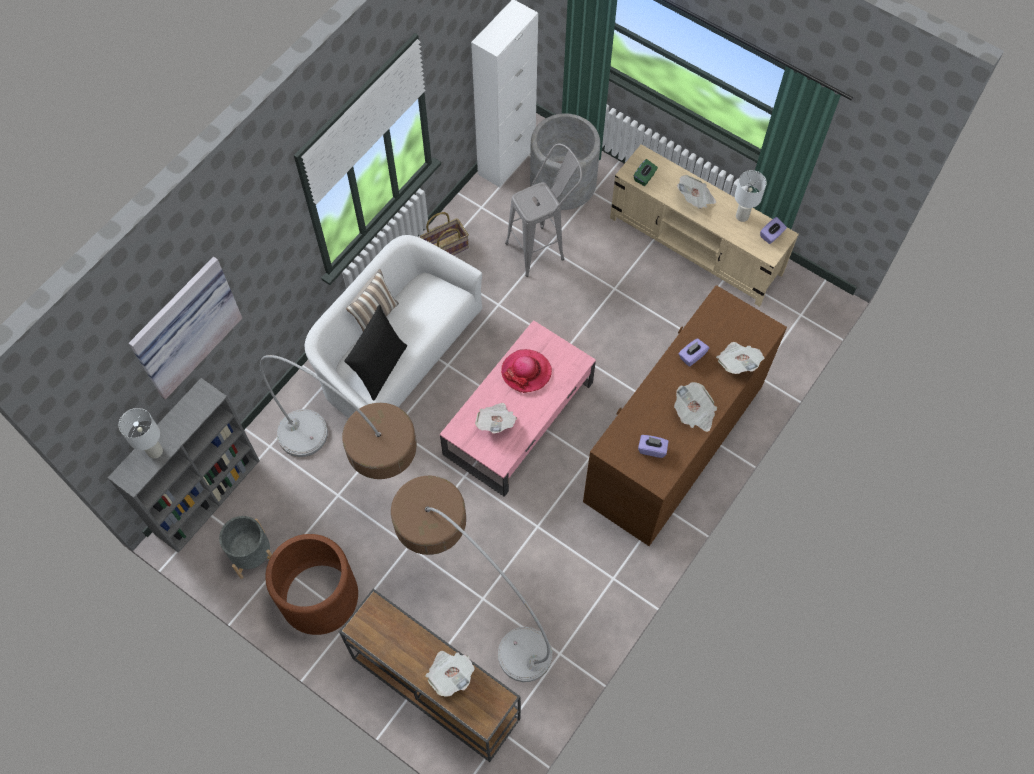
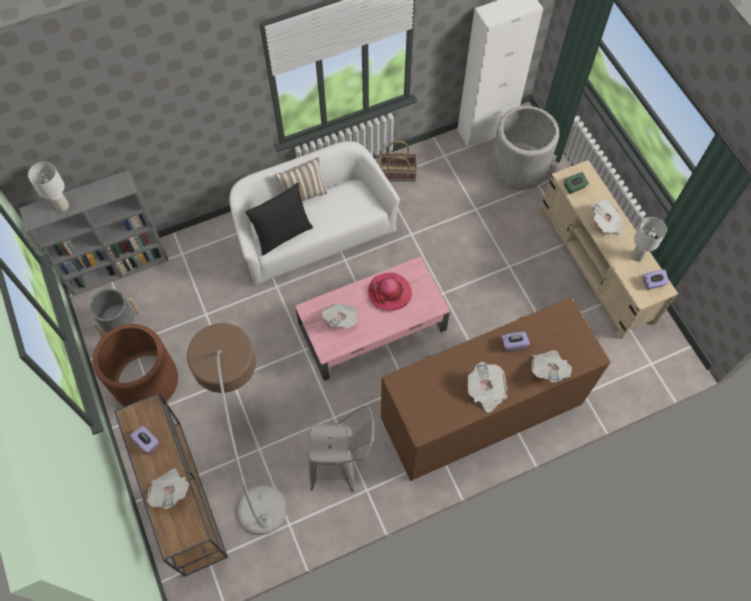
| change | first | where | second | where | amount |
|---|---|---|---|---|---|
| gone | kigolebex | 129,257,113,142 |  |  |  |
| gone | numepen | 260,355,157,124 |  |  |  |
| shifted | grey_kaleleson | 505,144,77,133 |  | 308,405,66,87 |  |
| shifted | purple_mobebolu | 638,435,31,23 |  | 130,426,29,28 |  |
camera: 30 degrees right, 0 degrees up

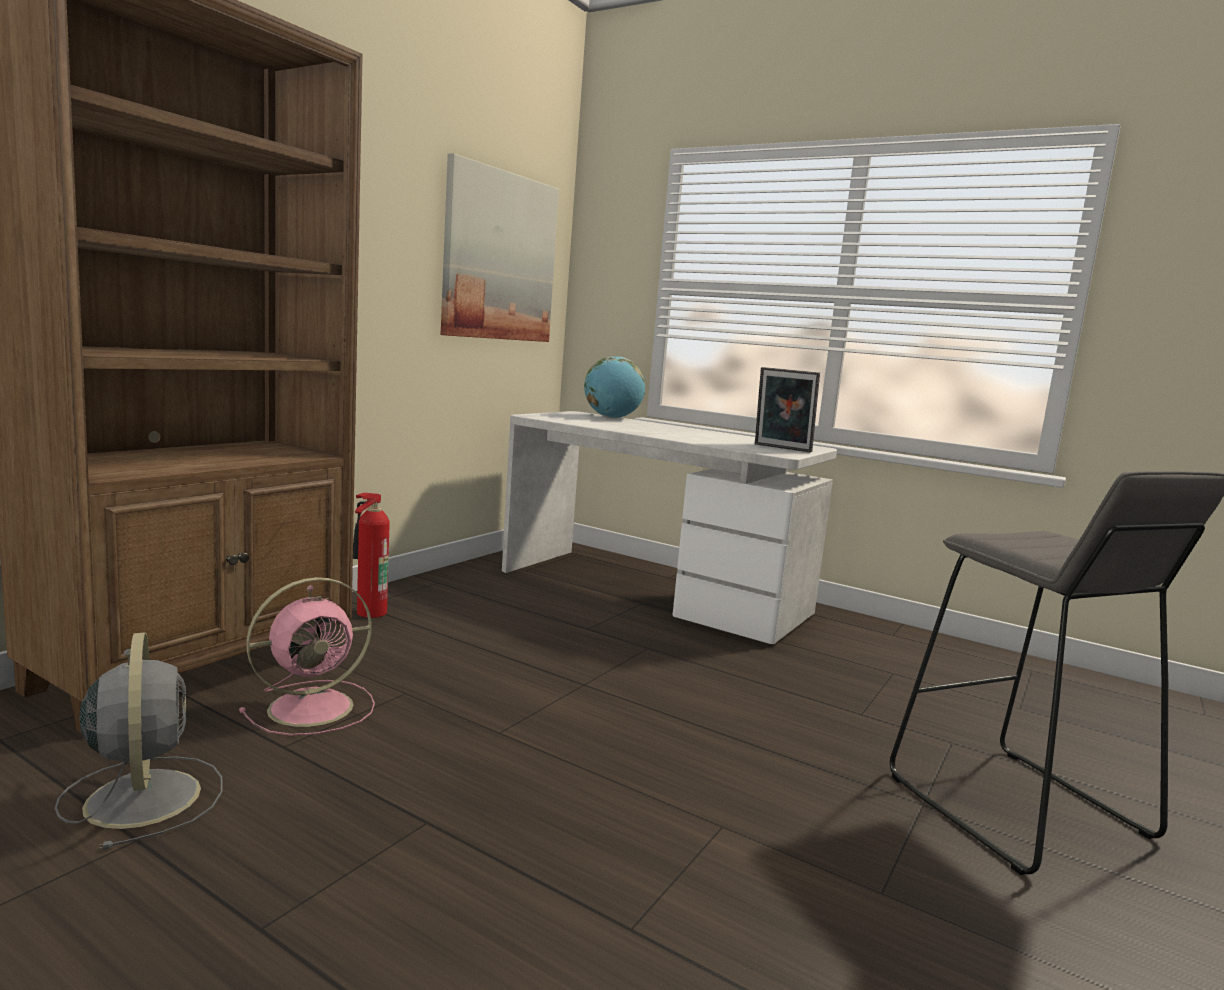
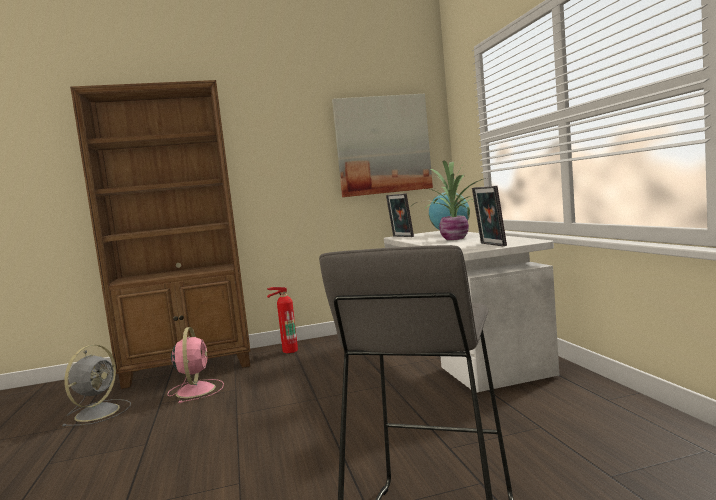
| change | first | where | second | where | amount |
|---|---|---|---|---|---|
| rotated | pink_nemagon | 239,577,136,159 |  | 167,327,57,76 | 105 degrees counterclockwise |
| new |  |  | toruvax | 386,193,28,44 |  |
| new |  |  | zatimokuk | 412,160,74,80 |  |
camera: 45 degrees right, 5 degrees down

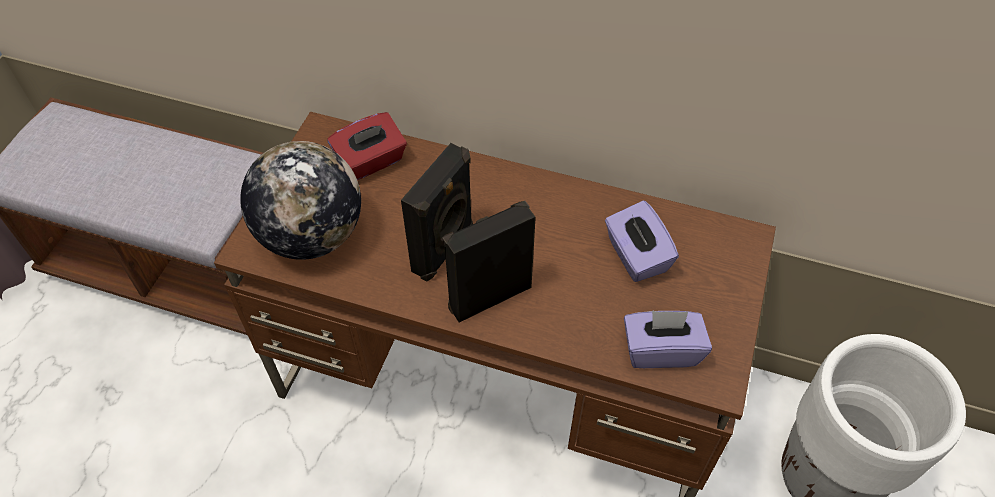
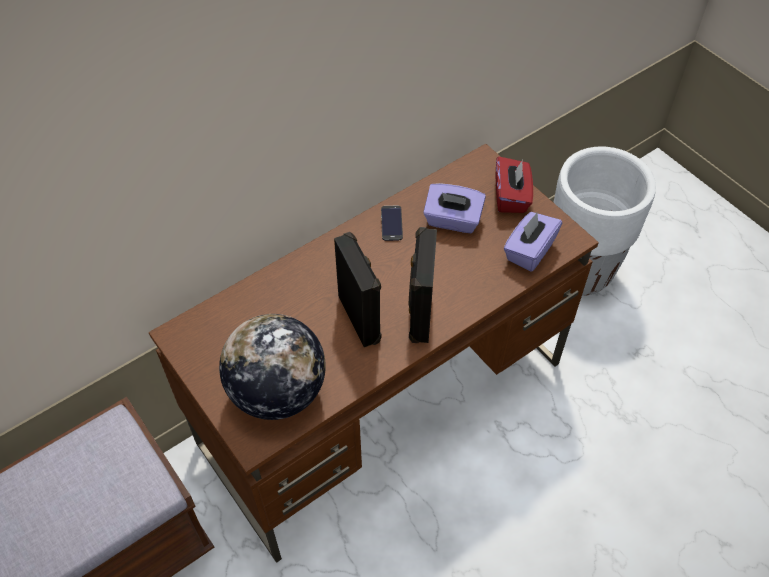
| change | first | where | second | where | amount |
|---|---|---|---|---|---|
| shifted | red_mobebolu | 328,112,79,68 |  | 496,157,37,56 |  |
| new |  |  | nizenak | 381,206,22,35 |  |
camera: 55 degrees left, 0 degrees up

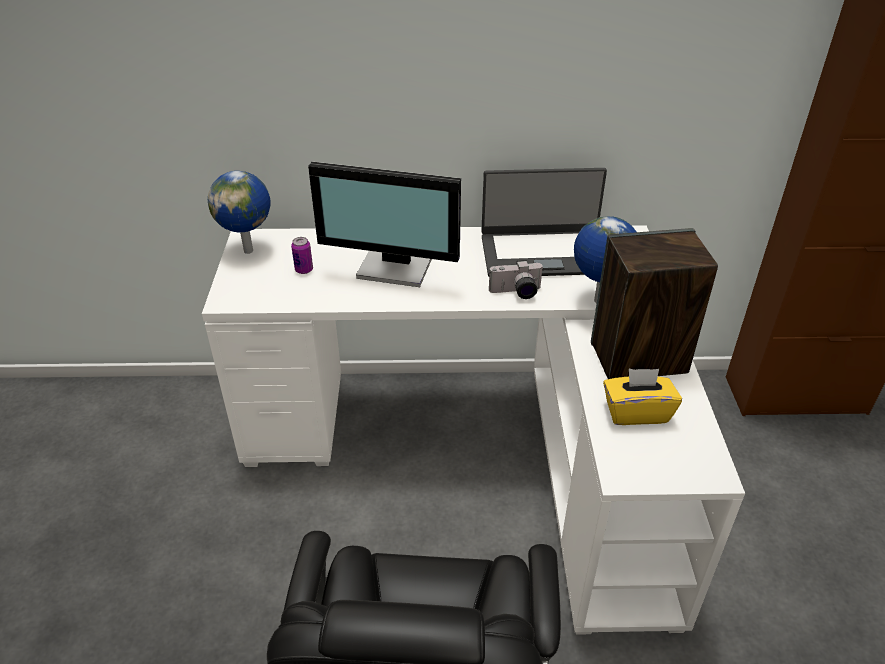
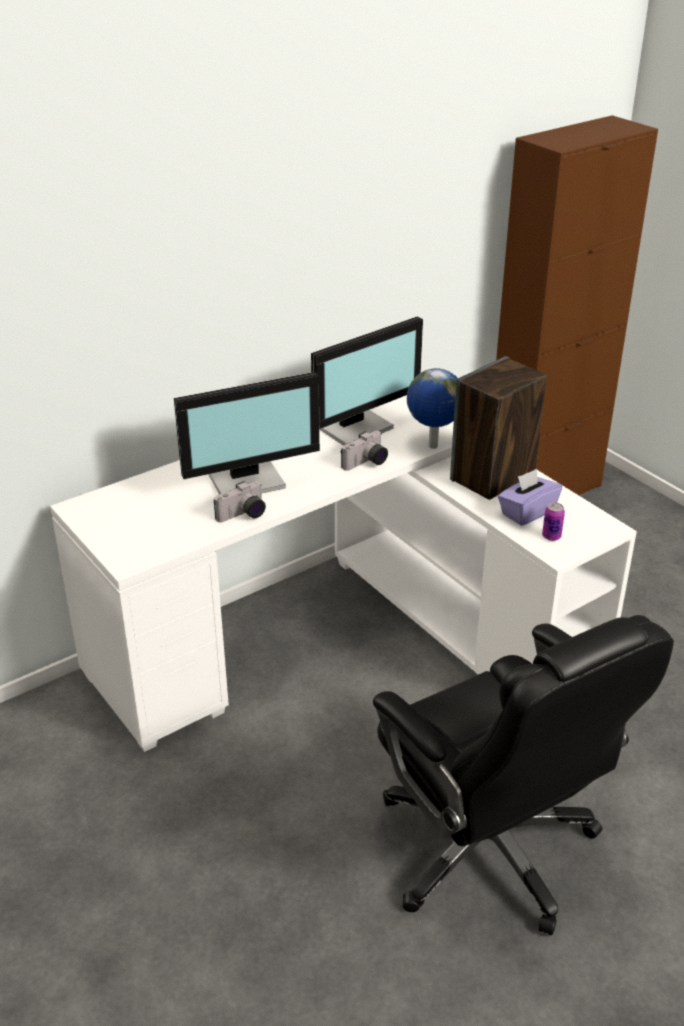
| change | first | where | second | where | amount |
|---|---|---|---|---|---|
| gone | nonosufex | 208,171,63,83 |  |  |  |
| shifted | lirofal | 291,237,22,37 |  | 542,502,23,39 |  |
| swapped | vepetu | 481,168,126,109 | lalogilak | 311,316,112,130 |  |
| repainted | yellow_mobebolu | 603,369,79,56 | purple_mobebolu | 498,469,64,57 |  |
| new |  |  | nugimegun | 214,481,52,41 |  |
camera: 35 degrees left, 5 degrees down

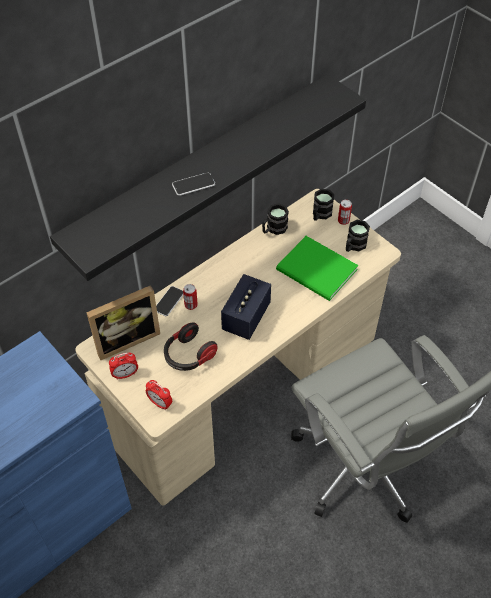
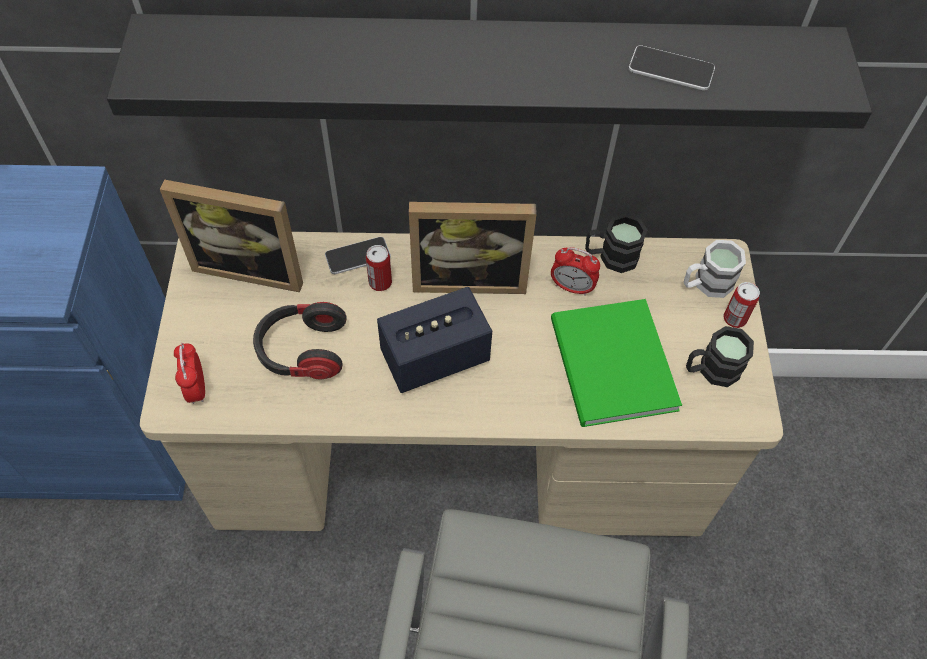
| change | first | where | second | where | amount |
|---|---|---|---|---|---|
| shifted | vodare | 109,352,29,28 |  | 551,247,49,49 |  |
| shifted | nizenak | 172,172,43,24 |  | 629,45,86,46 |  |
| repainted | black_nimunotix | 313,189,21,32 | white_nimunotix | 684,240,62,58 |  |
| new |  |  | toruvax | 409,202,128,92 |  |
camera: 40 degrees right, 5 degrees up

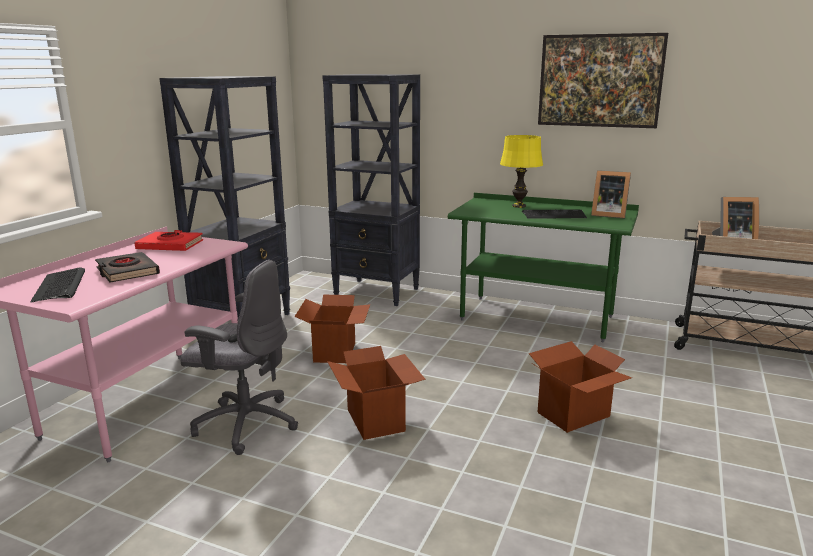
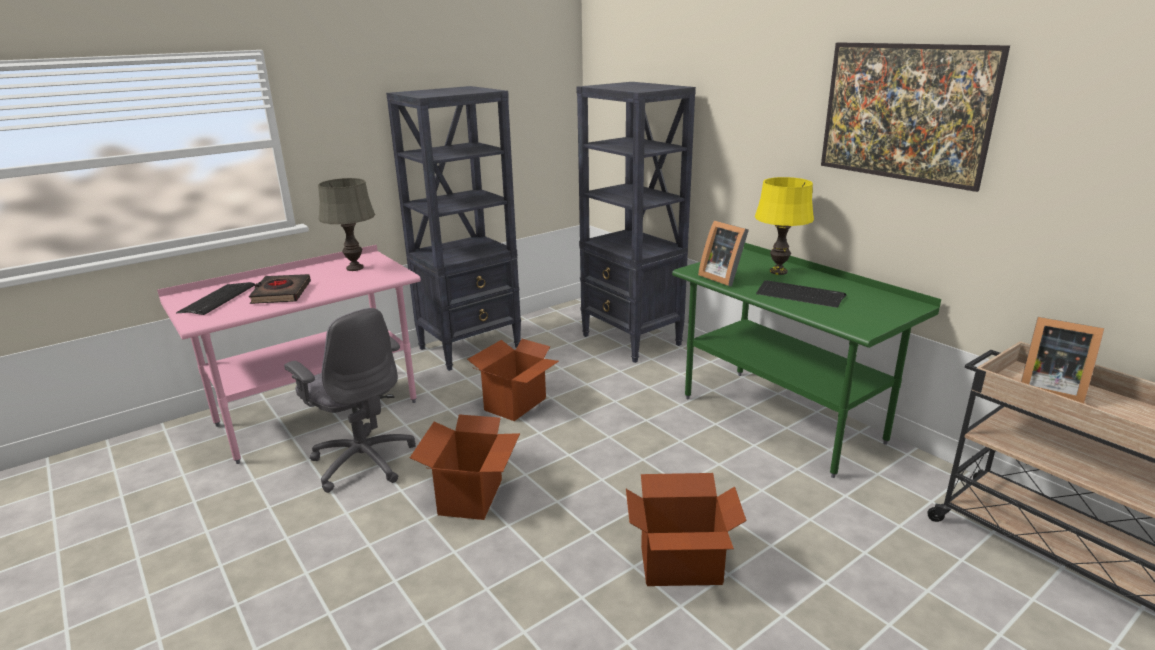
| change | first | where | second | where | amount |
|---|---|---|---|---|---|
| swapped | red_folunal | 134,230,69,21 | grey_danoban | 318,178,57,93 |  |
| shifted | toruvax | 591,170,40,49 |  | 698,220,51,66 |  |
camera: 30 degrees right, 5 degrees up

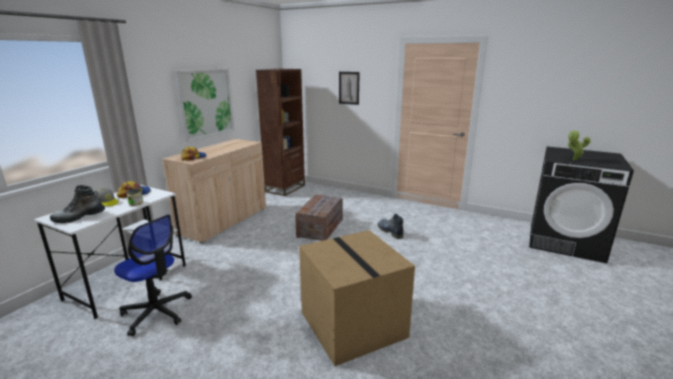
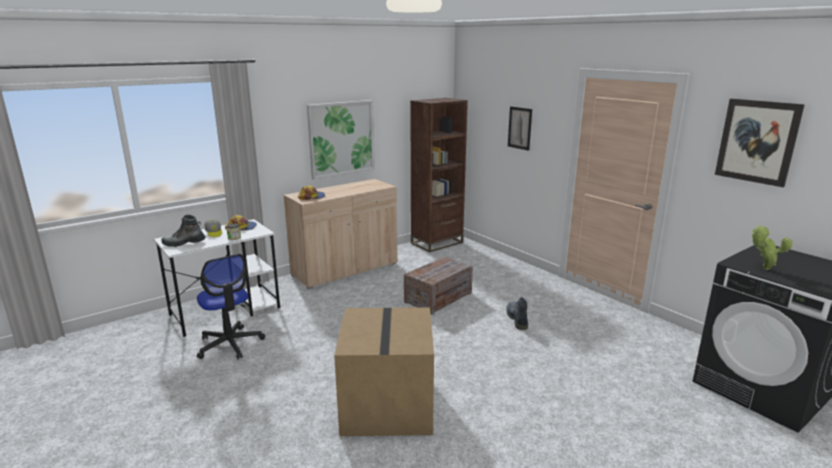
| change | first | where | second | where | amount |
|---|---|---|---|---|---|
| new |  |  | kigolebex | 715,99,90,88 |  |
camera: 25 degrees right, 0 degrees up

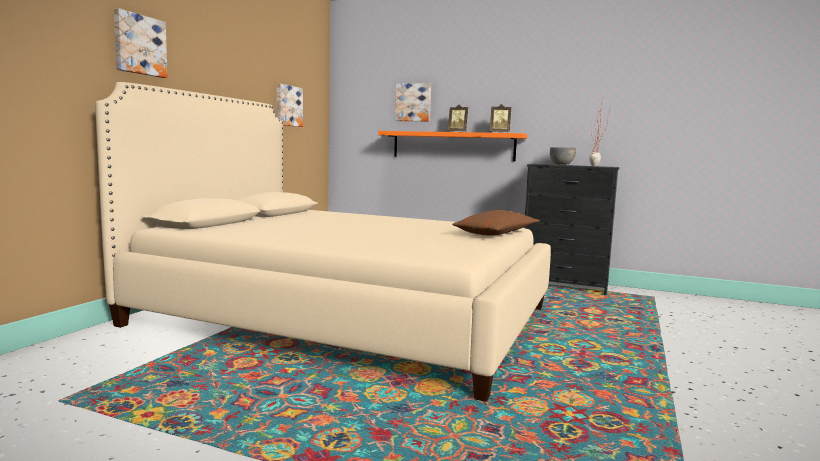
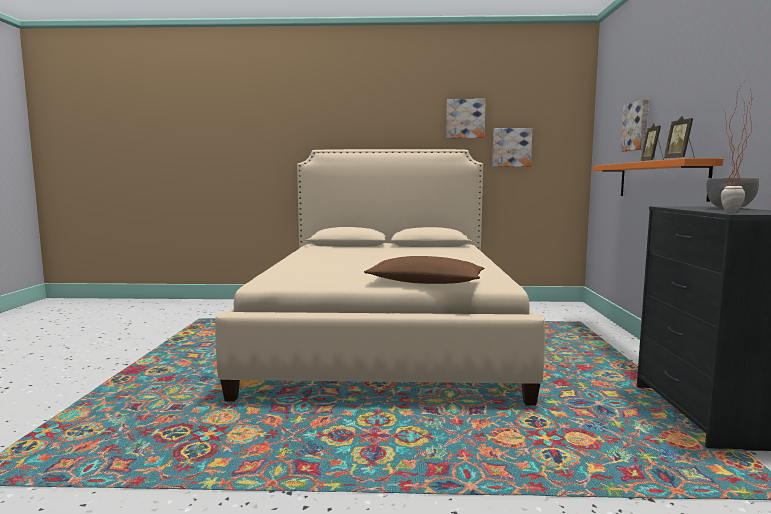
| change | first | where | second | where | amount |
|---|---|---|---|---|---|
| shifted | kigolebex | 114,8,53,70 |  | 446,99,40,39 |  |
camera: 70 degrees right, 0 degrees up

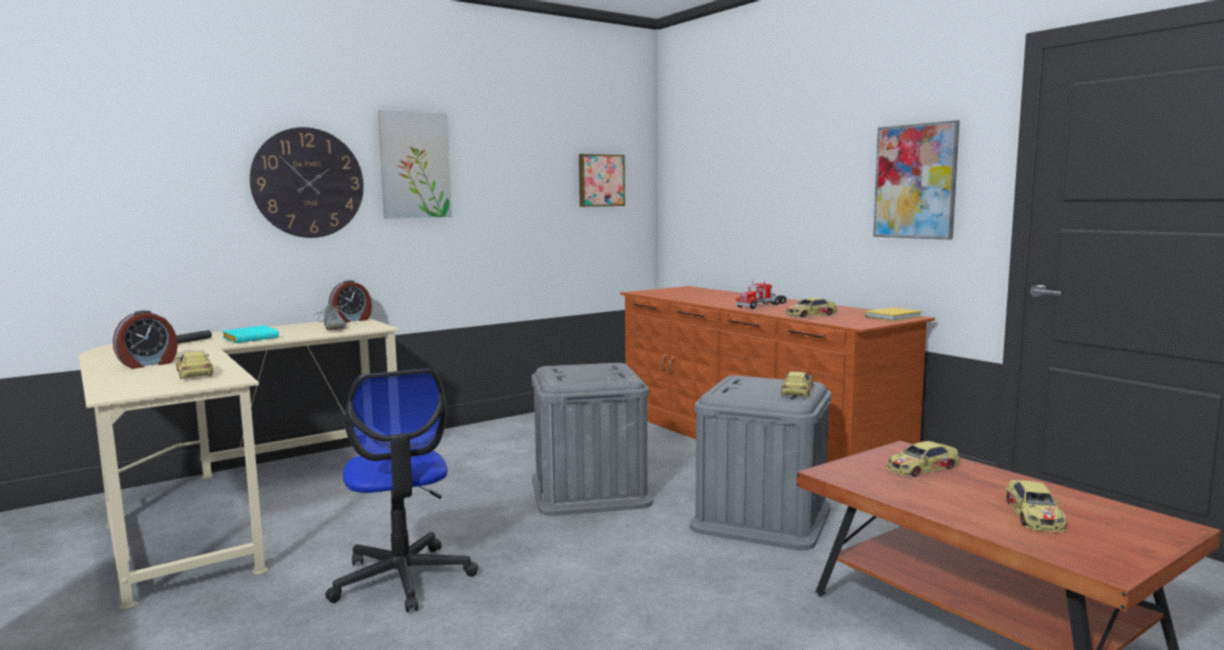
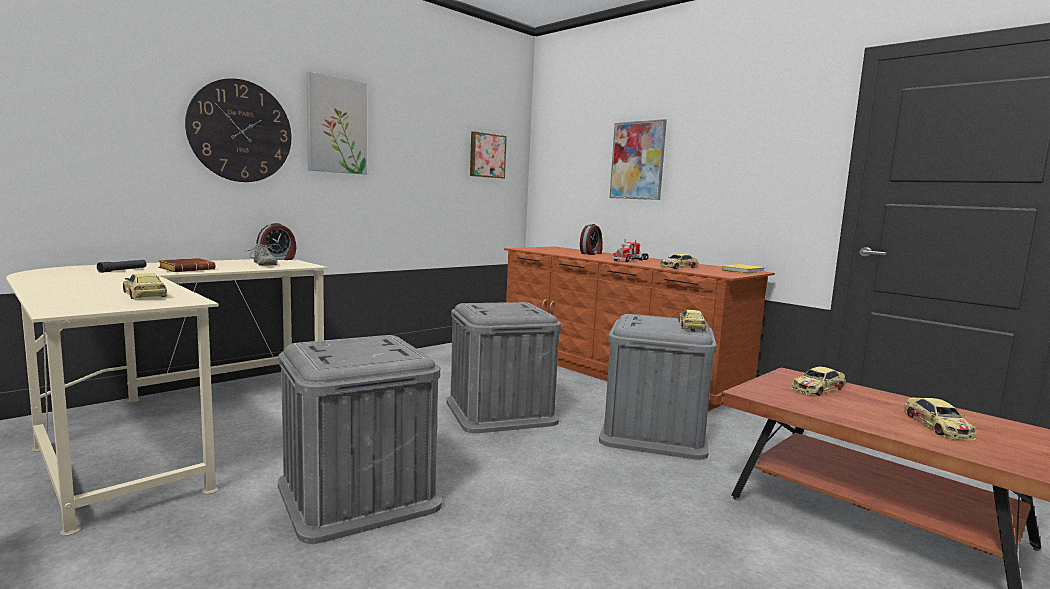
| change | first | where | second | where | amount |
|---|---|---|---|---|---|
| shifted | vodare | 113,310,65,59 |  | 580,224,23,31 |  |
| repainted | turquoise_folunal | 222,325,57,18 | brown_folunal | 158,258,58,14 |  |
| swapped | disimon | 325,369,153,243 | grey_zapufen | 278,335,164,209 |  |
| shifted | kigolebex | 873,120,87,120 |  | 610,119,57,81 |  |
camera: 10 degrees left, 0 degrees up

